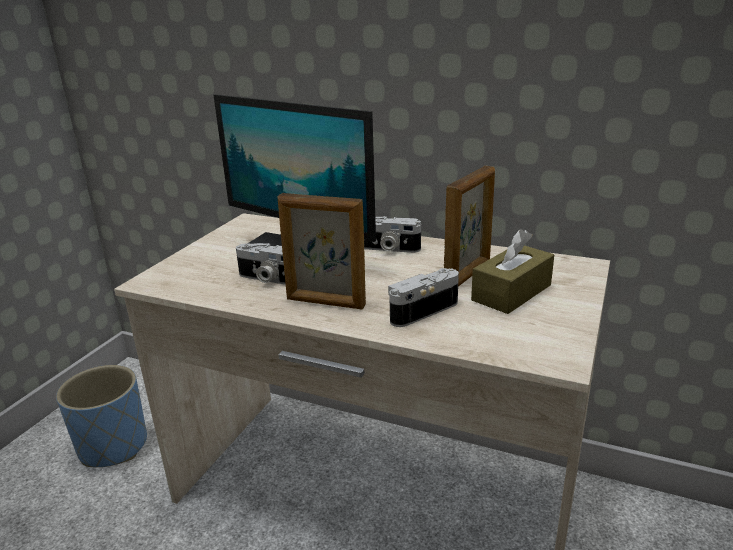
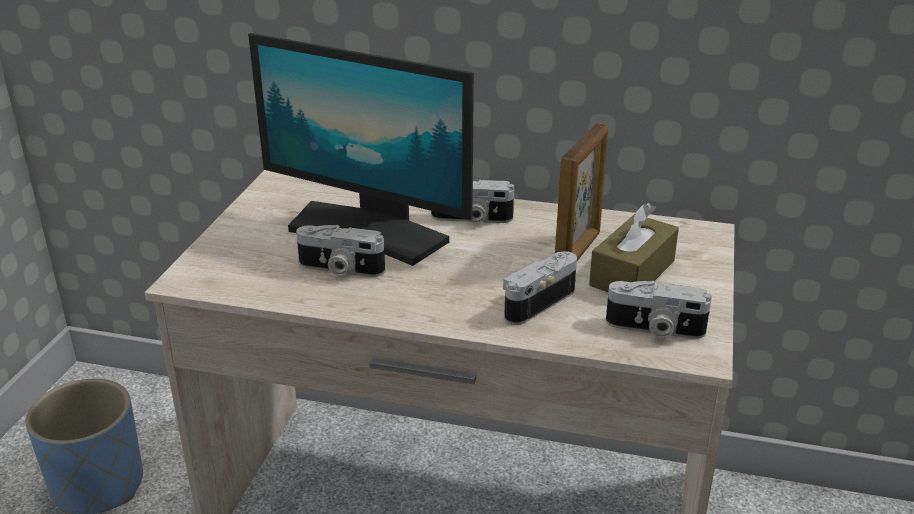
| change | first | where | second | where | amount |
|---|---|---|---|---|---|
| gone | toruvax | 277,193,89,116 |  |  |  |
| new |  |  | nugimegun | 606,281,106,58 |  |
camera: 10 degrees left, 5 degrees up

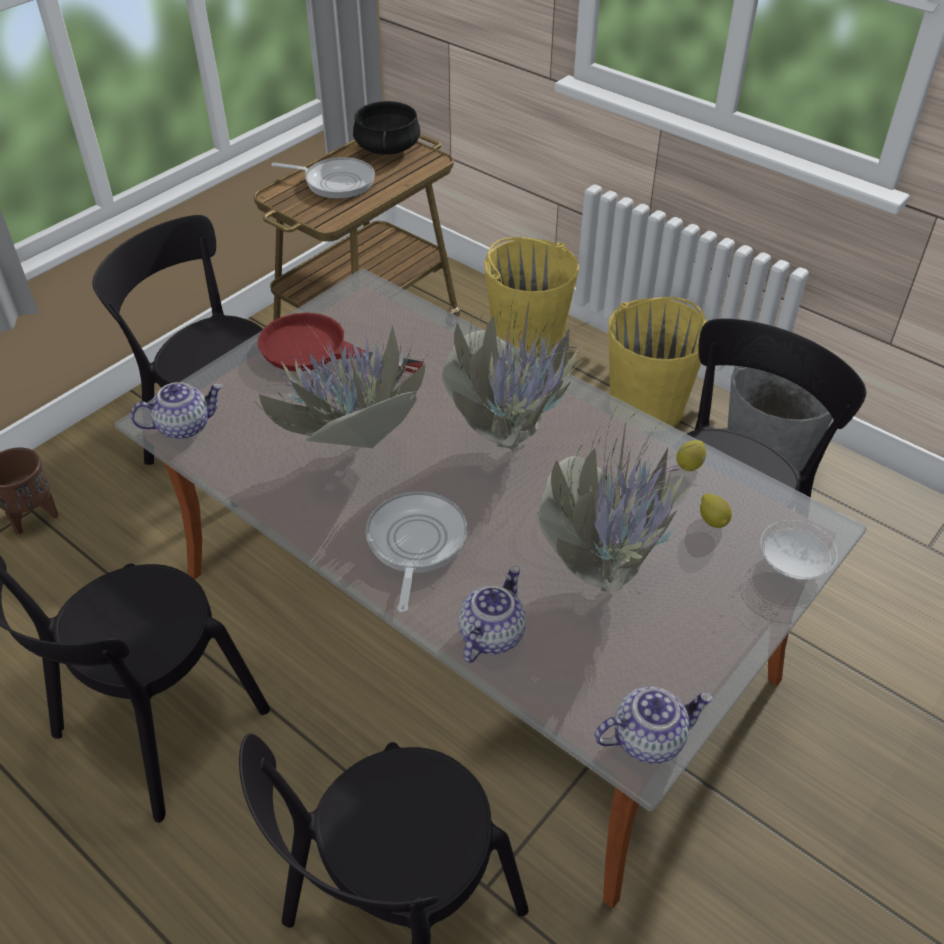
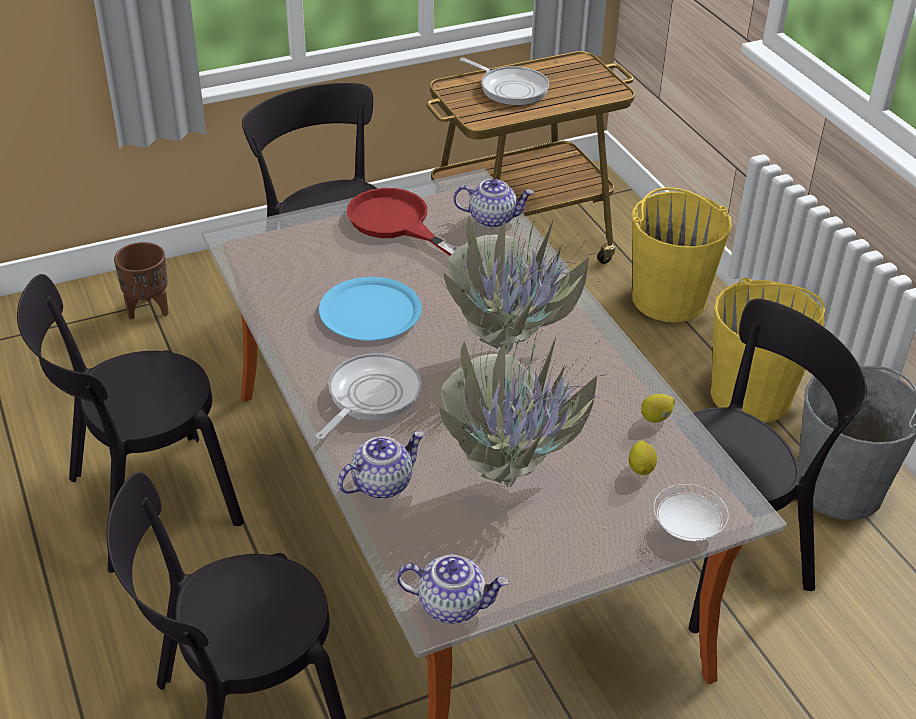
| change | first | where | second | where | amount |
|---|---|---|---|---|---|
| shifted | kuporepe | 131,382,92,57 |  | 453,179,81,49 |  |
| swapped | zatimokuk | 254,324,175,124 | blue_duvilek | 319,277,103,64 |  |
| gone | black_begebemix | 353,101,67,54 |  |  |  |
camera: 25 degrees right, 5 degrees down

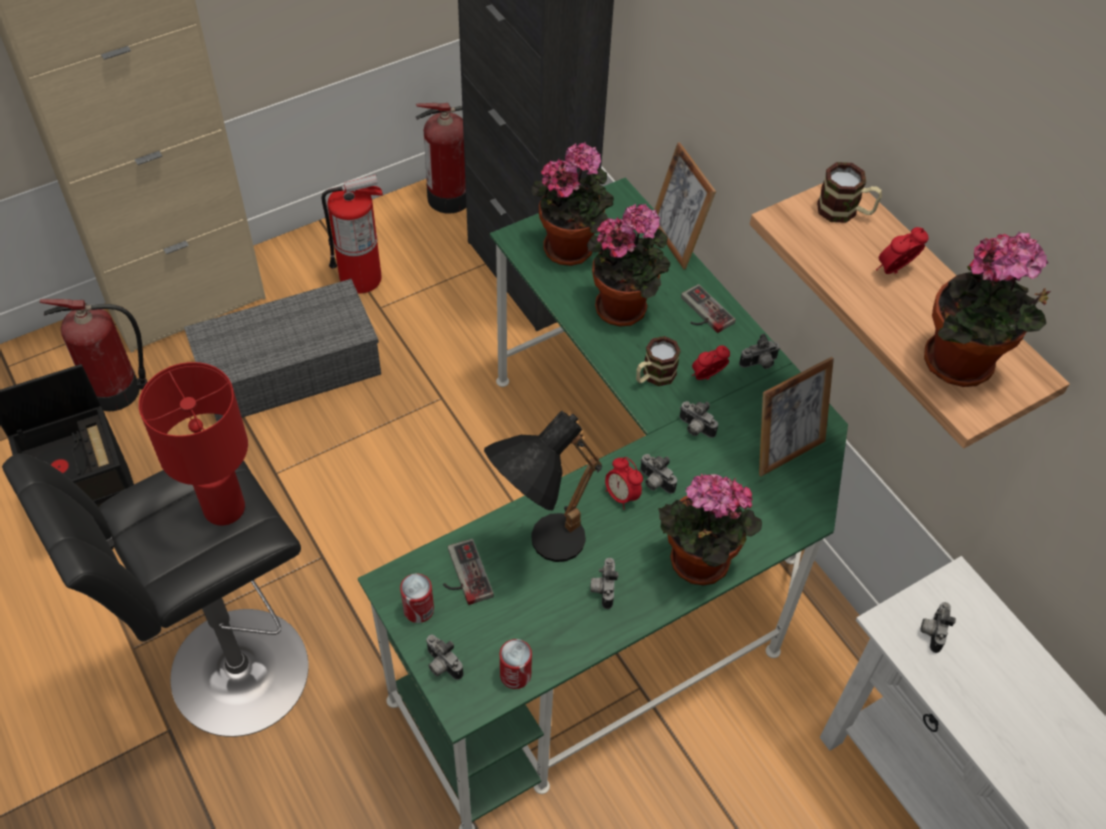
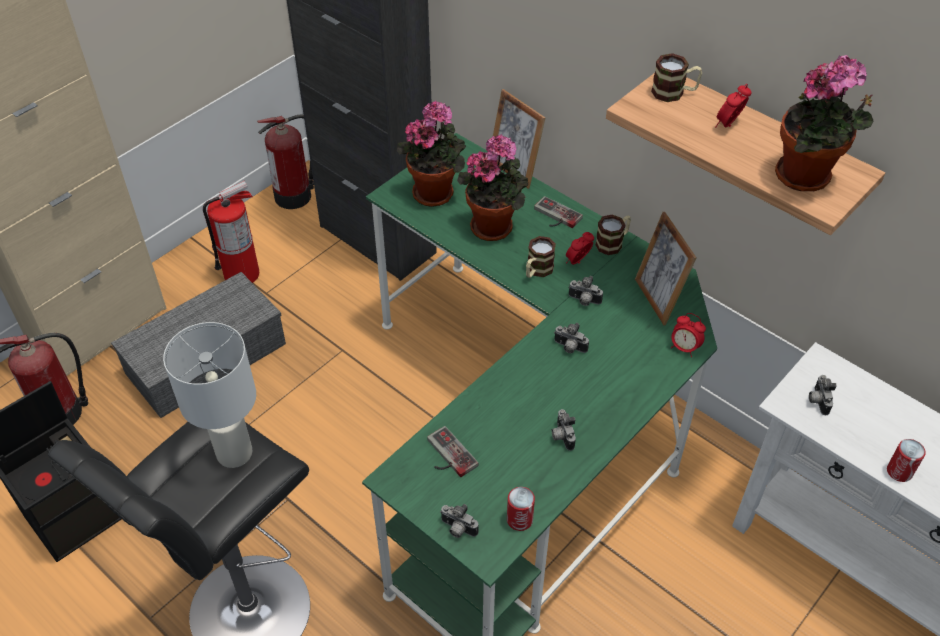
| change | first | where | second | where | amount |
|---|---|---|---|---|---|
| repainted | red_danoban | 139,362,109,164 | white_danoban | 163,322,93,146 |  |
| shifted | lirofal | 400,573,34,50 |  | 887,439,39,43 |  |
| gone | black_danoban | 484,411,118,151 |  |  |  |
| shifted | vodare | 605,457,38,53 |  | 671,313,35,44 |  |
| gone | zatimokuk | 658,474,104,111 |  |  |  |
| swapped | nugimegun | 739,334,41,35 | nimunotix | 595,215,36,40 |  |
| rotated | toruvax | 759,357,75,119 |  | 635,212,62,113 | 120 degrees clockwise |
camera: 15 degrees left, 5 degrees down

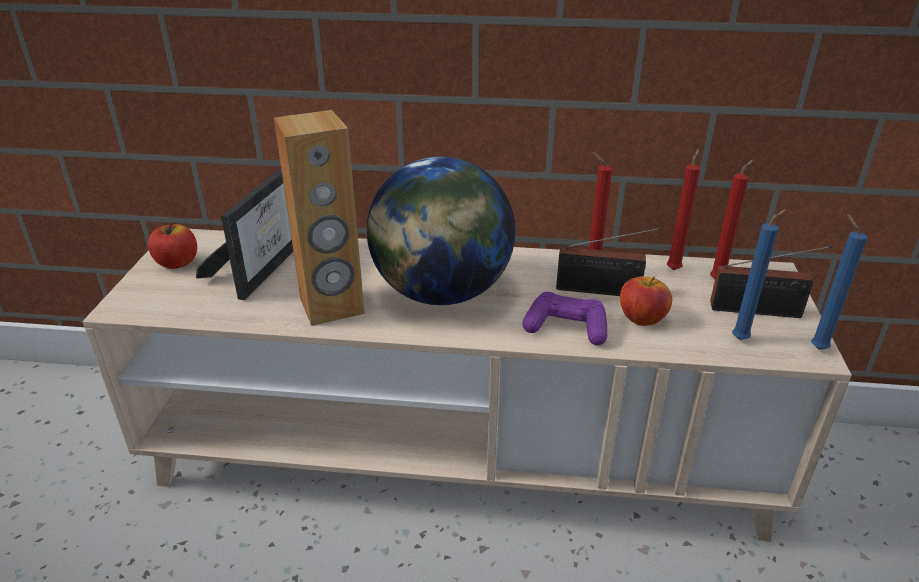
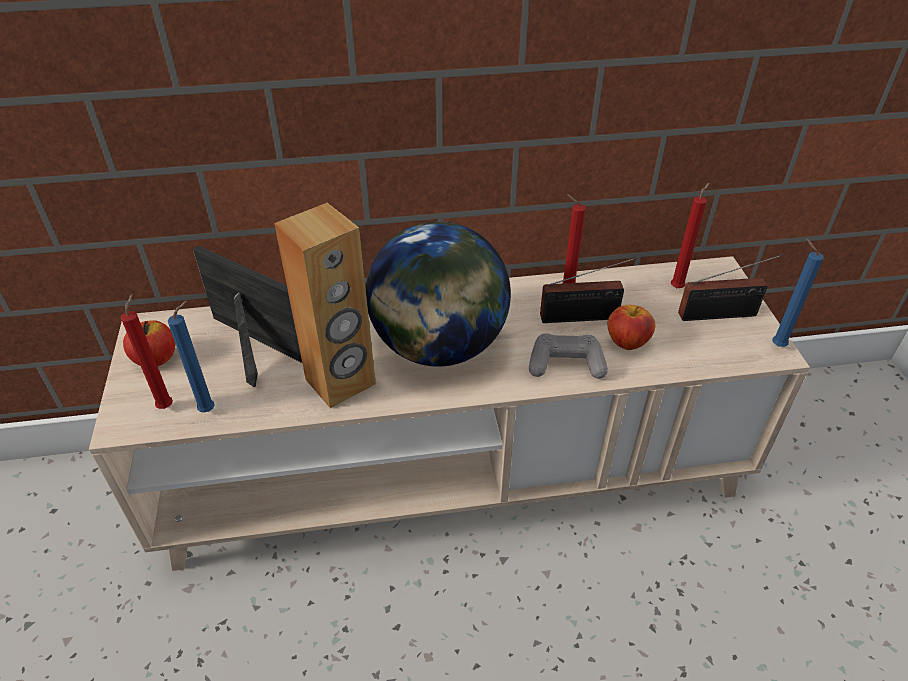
| change | first | where | second | where | amount |
|---|---|---|---|---|---|
| rotated | toruvax | 196,168,97,132 |  | 193,246,109,141 | 60 degrees counterclockwise |
| repainted | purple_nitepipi | 523,292,84,53 | grey_nitepipi | 529,333,79,46 |  |
| shifted | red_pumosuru | 667,149,33,121 |  | 121,294,52,115 |  |
| shifted | blue_pumosuru | 732,209,55,131 |  | 168,301,47,112 |  |
camera: 15 degrees left, 10 degrees up

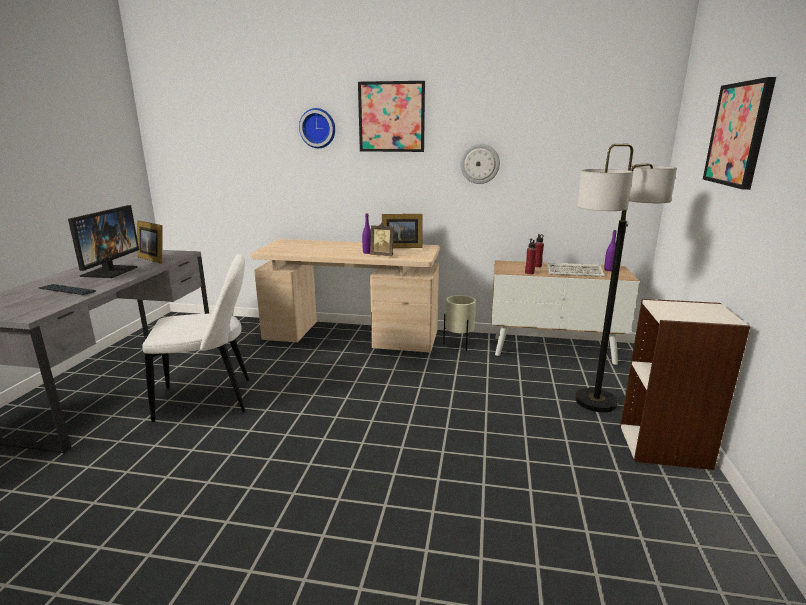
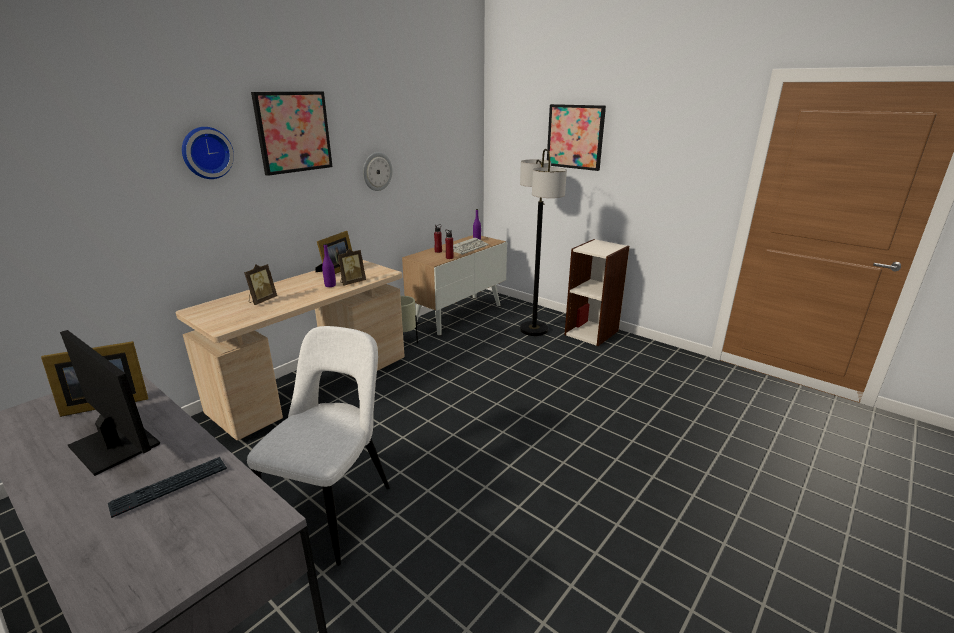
| change | first | where | second | where | amount |
|---|---|---|---|---|---|
| new |  |  | toruvax | 244,264,33,41 |  |
camera: 60 degrees left, 5 degrees up

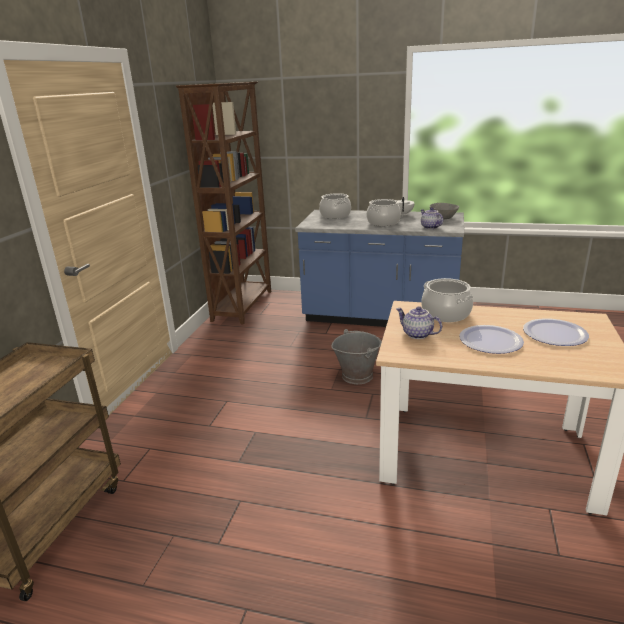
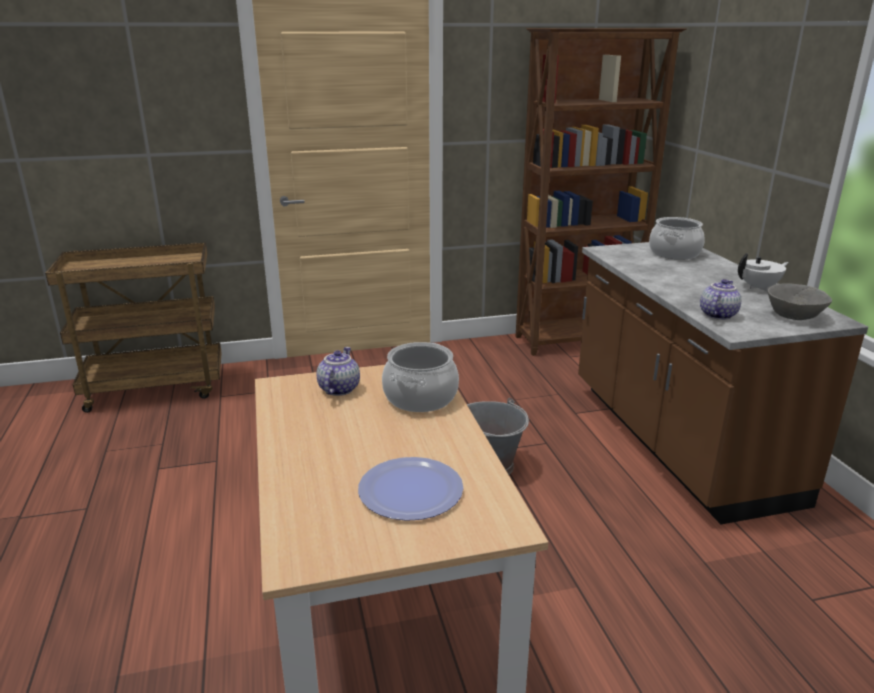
| change | first | where | second | where | amount |
|---|---|---|---|---|---|
| repainted | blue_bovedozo | 295,210,169,117 | brown_bovedozo | 578,242,290,282 |  |
| gone | begebemix | 367,199,34,27 |  |  |  |
| gone | duvilek | 460,325,64,29 |  |  |  |
camera: 60 degrees right, 0 degrees up

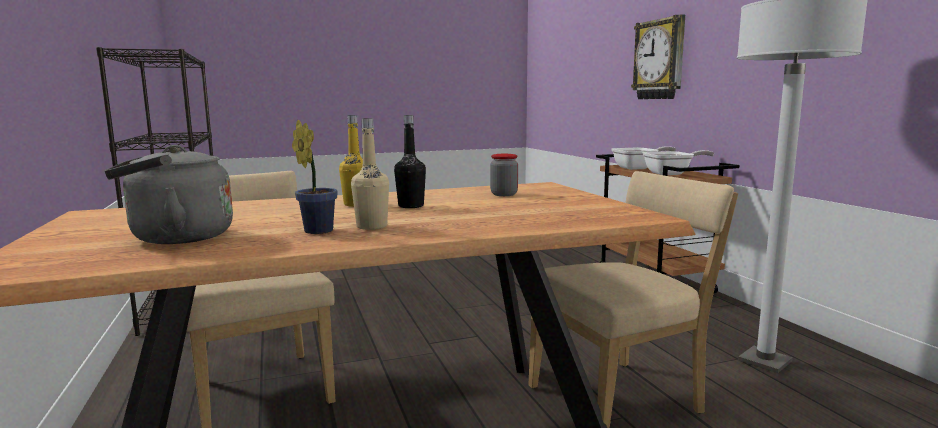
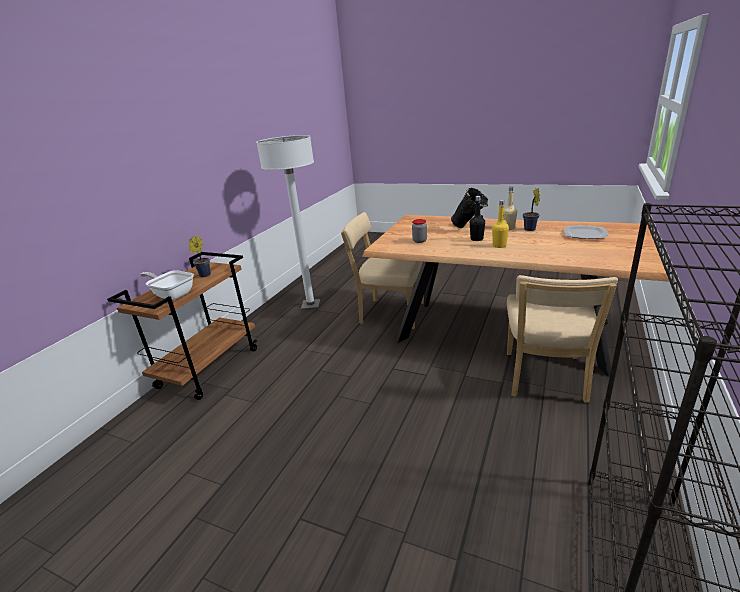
| change | first | where | second | where | amount |
|---|---|---|---|---|---|
| swapped | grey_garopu | 105,145,128,99 | duvilek | 564,225,44,14 |  |
| gone | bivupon | 631,14,54,85 |  |  |  |
| swapped | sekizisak | 642,150,72,25 | zatimokuk | 189,235,22,42 |  |
| new |  |  | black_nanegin | 451,187,37,41 |  |
camera: 135 degrees left, 15 degrees up

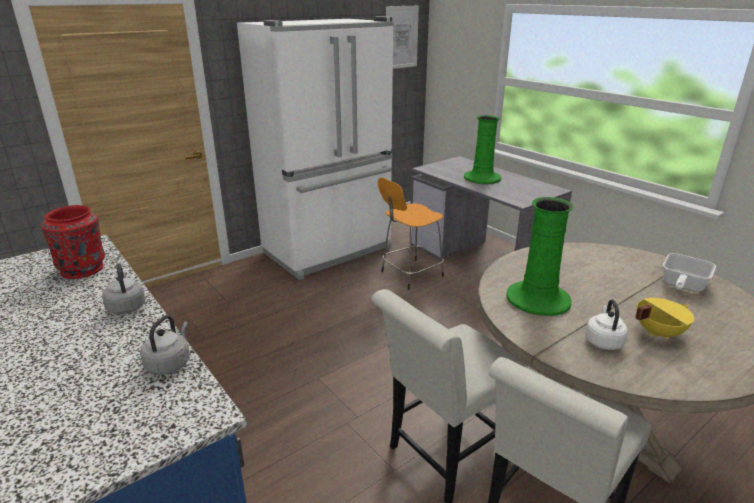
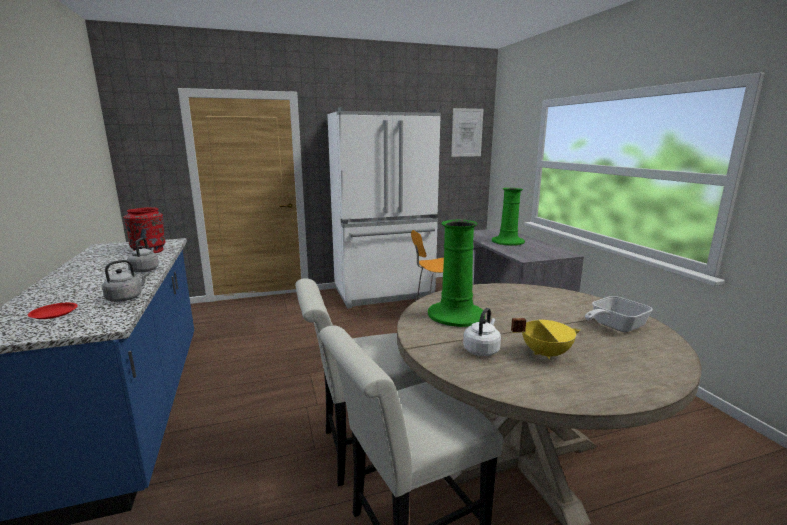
| change | first | where | second | where | amount |
|---|---|---|---|---|---|
| new |  |  | red_duvilek | 28,303,50,16 |  |
camera: 20 degrees right, 10 degrees down

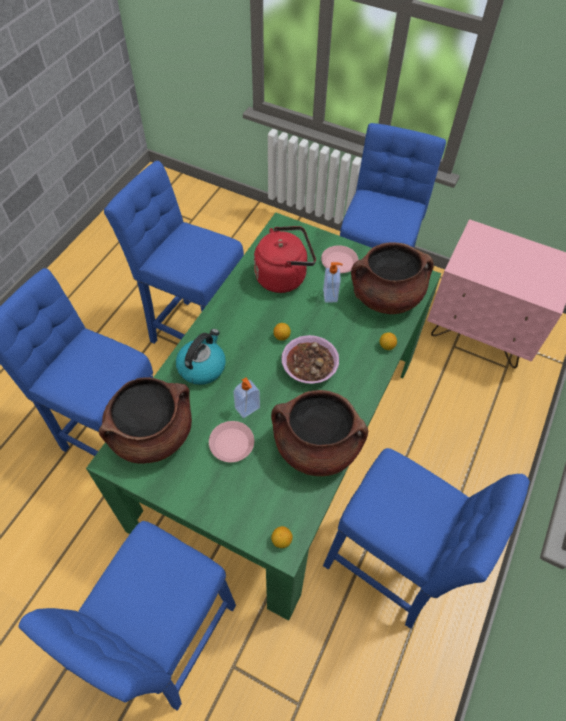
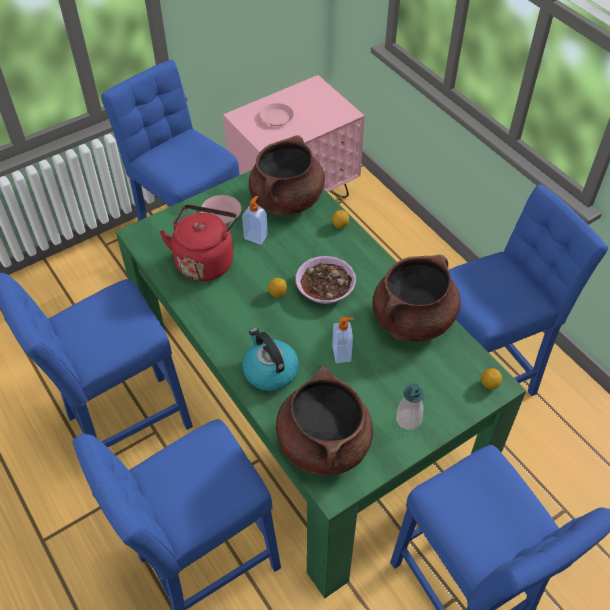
| change | first | where | second | where | amount |
|---|---|---|---|---|---|
| shifted | pink_duvilek | 209,421,45,41 |  | 260,103,34,23 |  |
| new |  |  | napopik | 396,383,28,47 |  |
camera: 60 degrees left, 5 degrees down

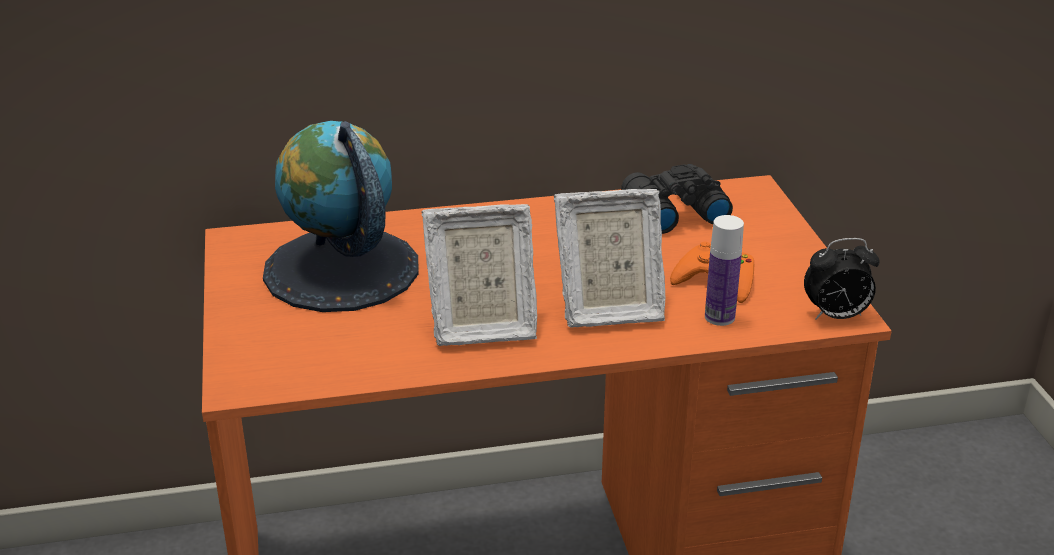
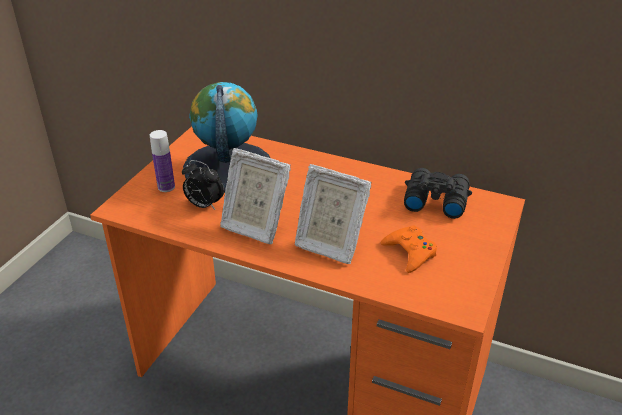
| change | first | where | second | where | amount |
|---|---|---|---|---|---|
| shifted | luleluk | 705,215,39,111 |  | 150,130,25,62 |  |
| shifted | vodare | 804,238,76,82 |  | 182,160,42,50 |  |
camera: 35 degrees right, 5 degrees up

